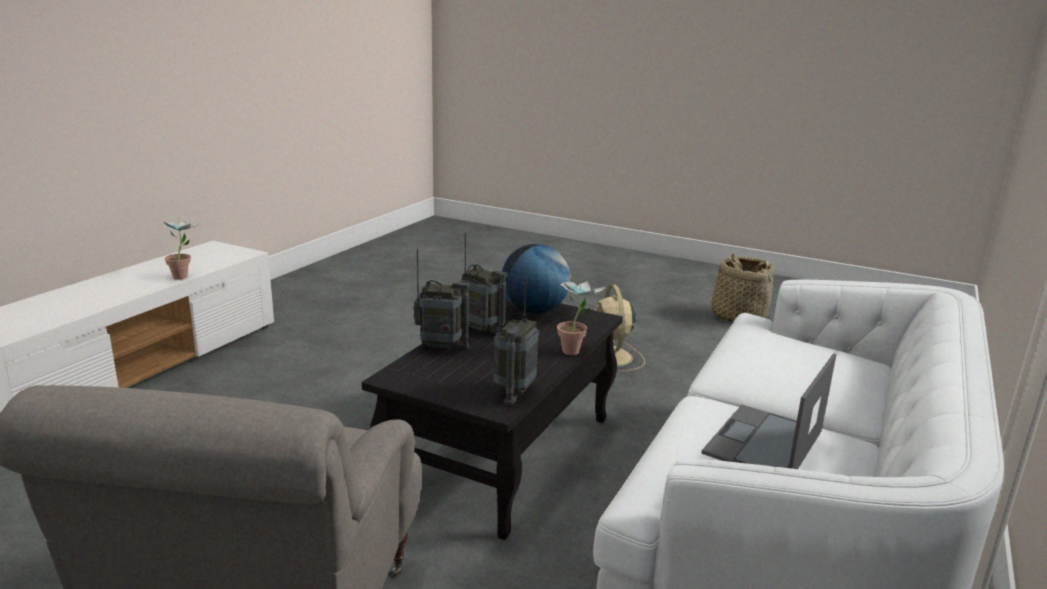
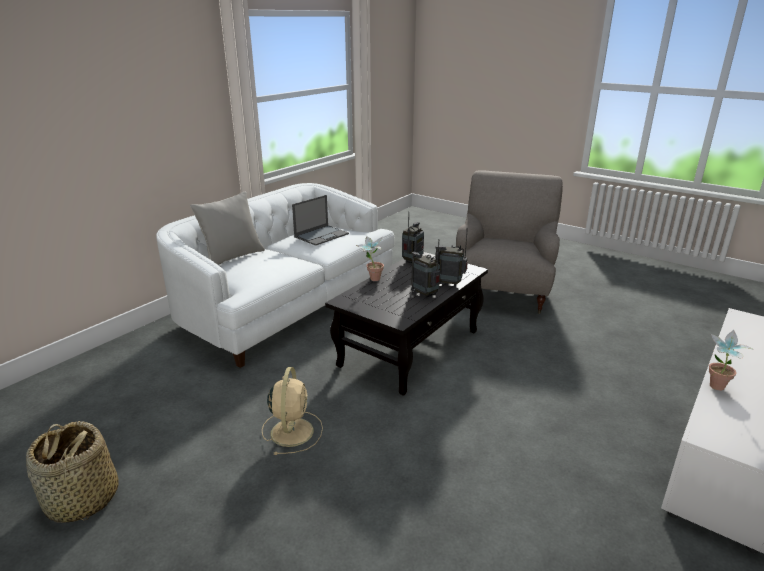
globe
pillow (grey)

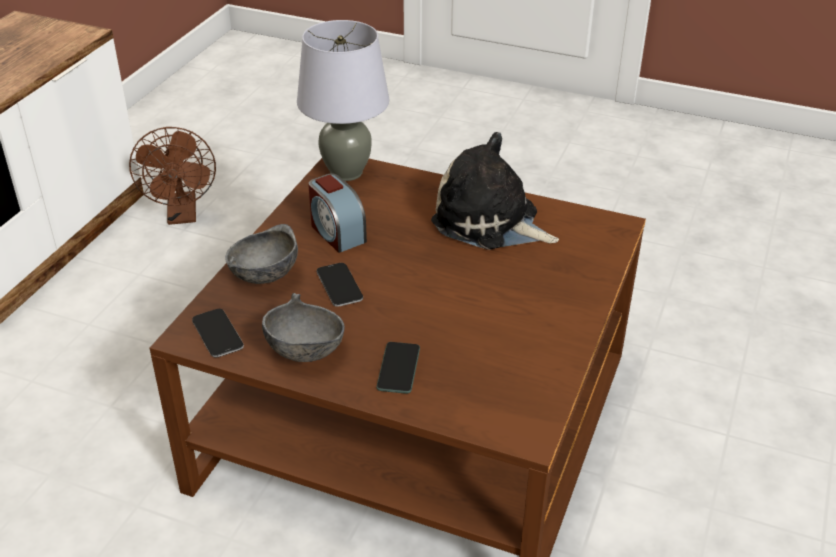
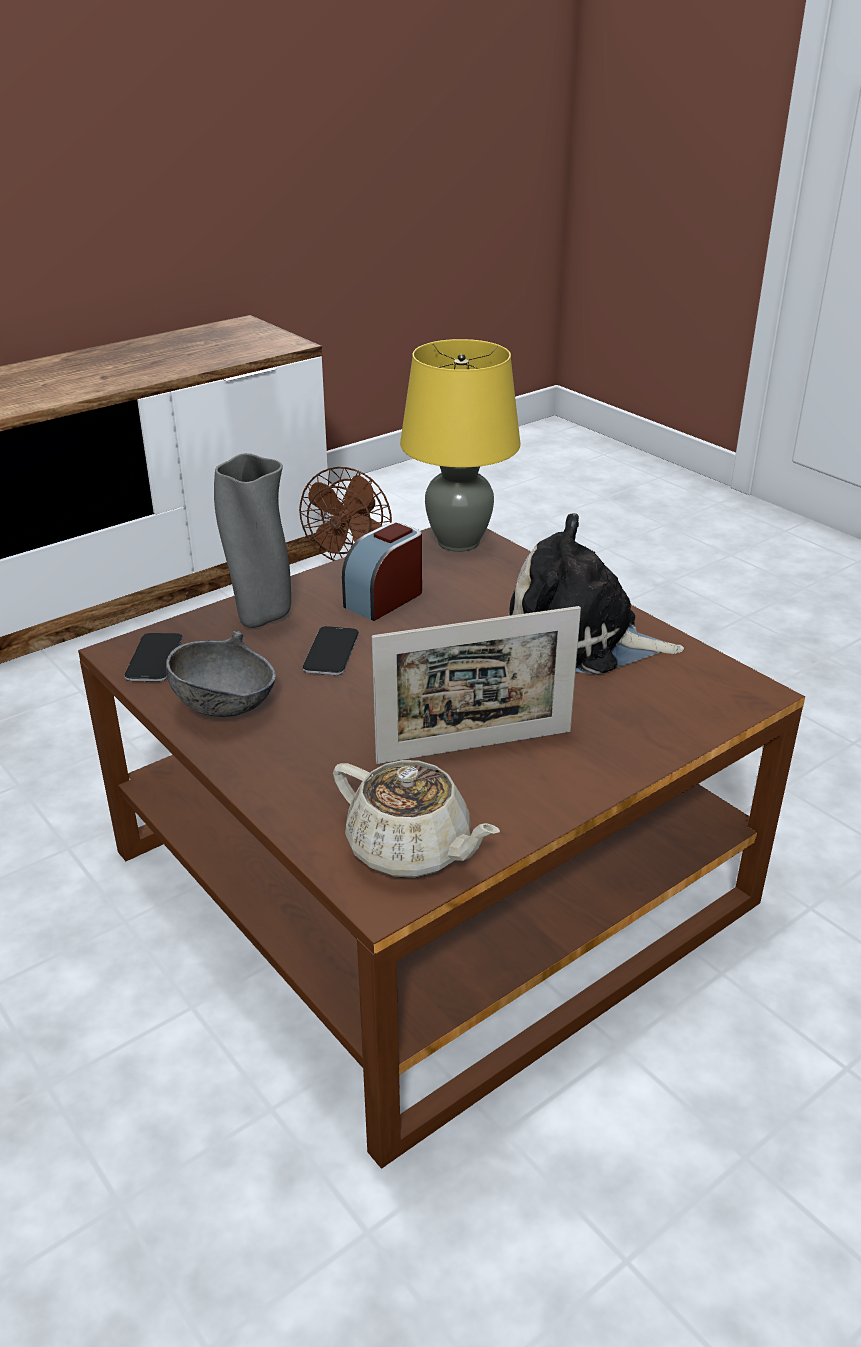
phone (no. 3 from left in the first image)
teapot (beige)
picture frame
vase (grey)
table lamp (yellow)
alarm clock
plush toy

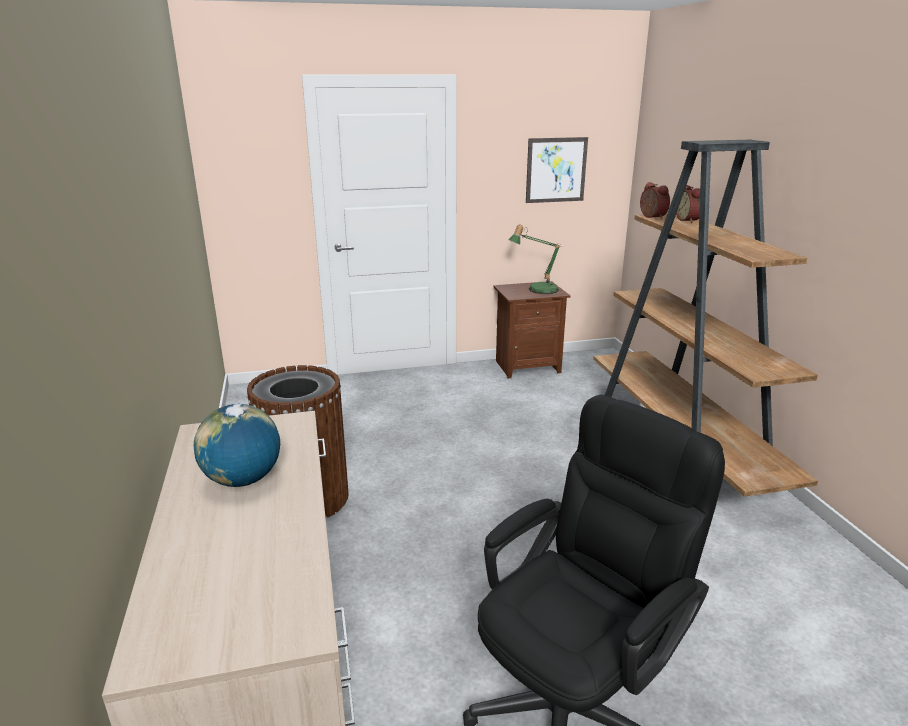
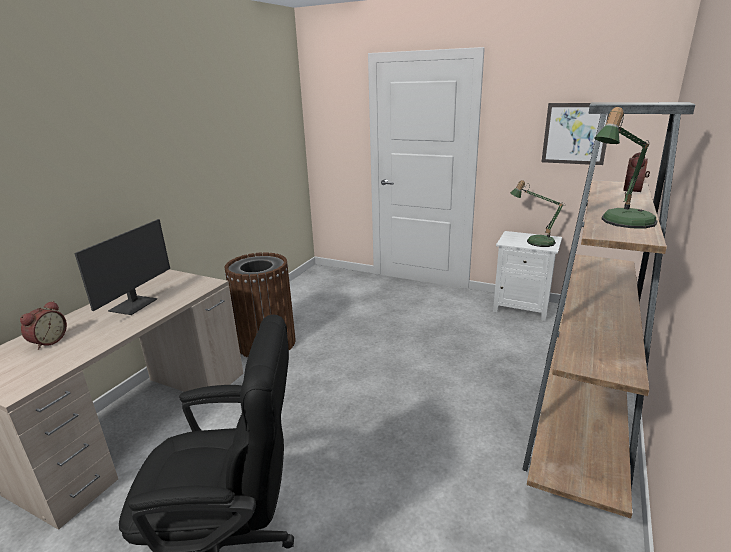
table lamp (no. 2 from left)
alarm clock (no. 1 from left)
monitor
nightstand (white)

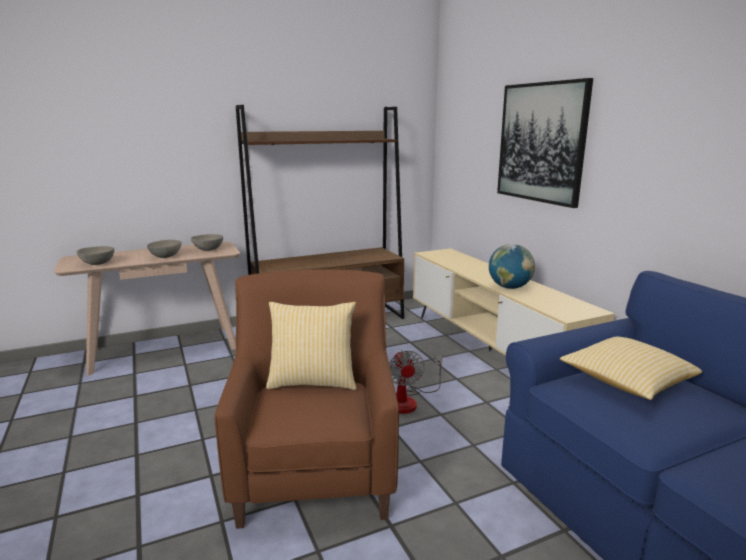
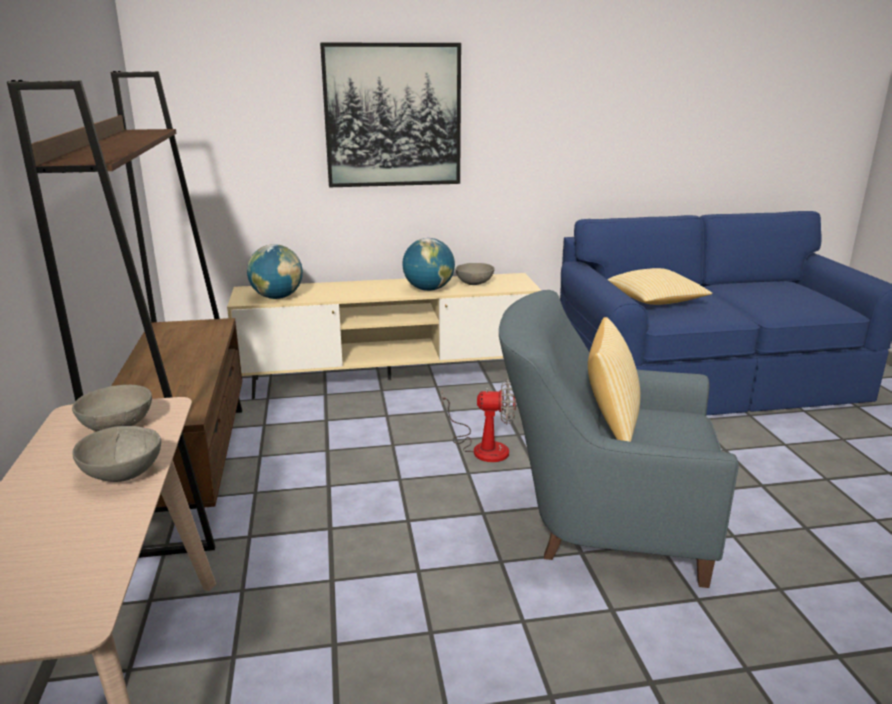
globe (no. 1 from left)
bowl (grey) (no. 3 from left)
armchair (blue)

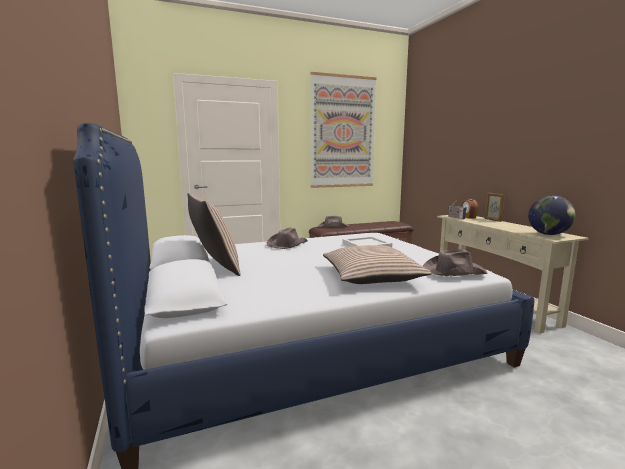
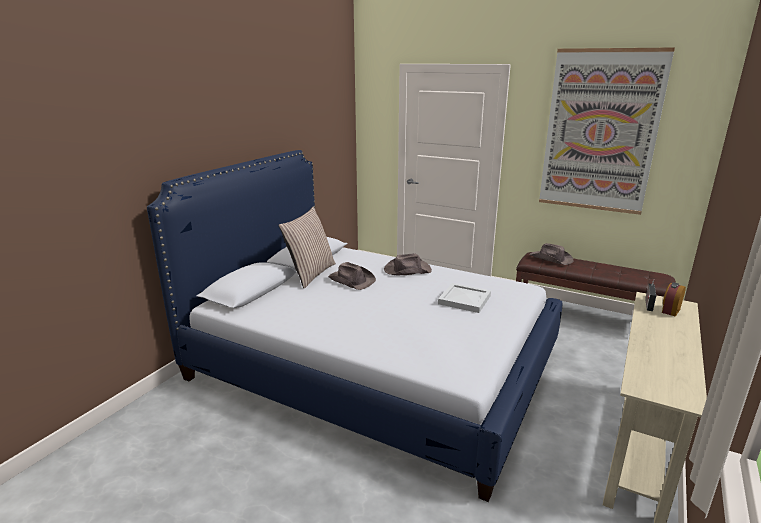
pillow (no. 2 from left in the first image)
picture frame
globe
hat (brown) (no. 1 from left)

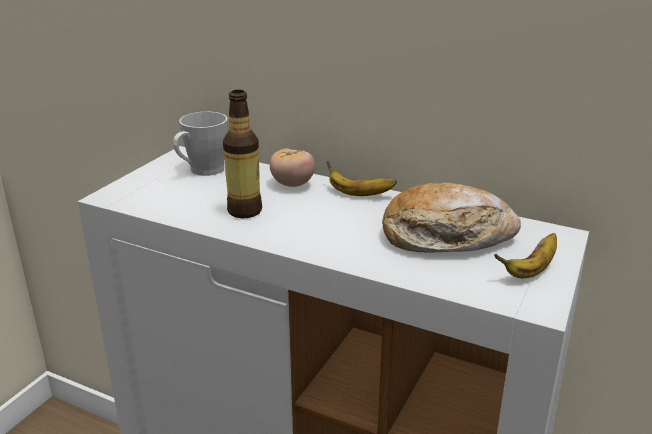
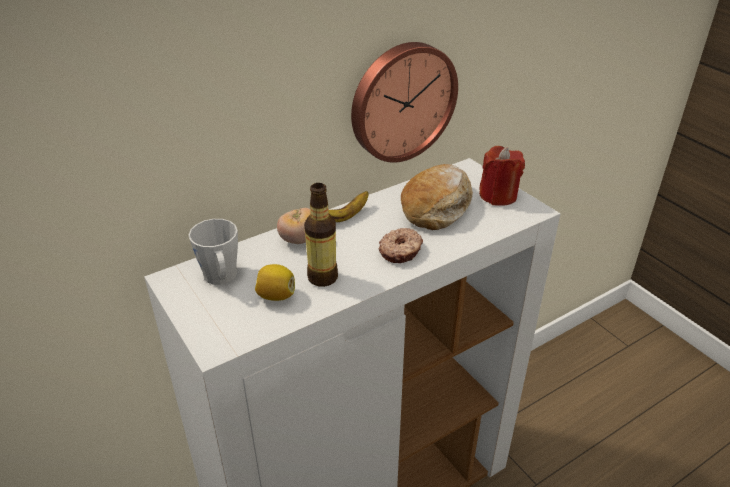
lemon
wall clock
donut
candle (red)

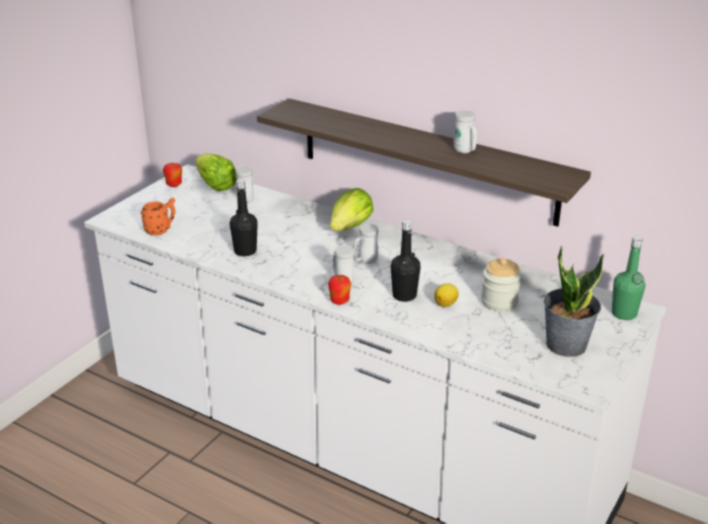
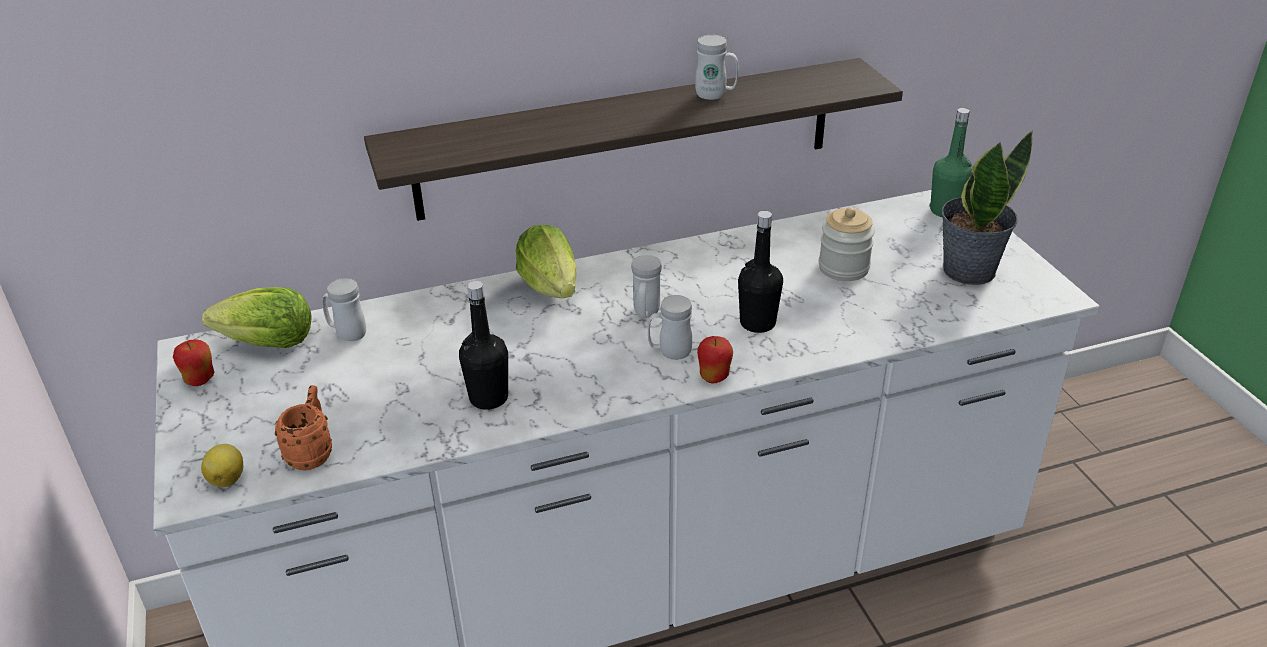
lemon

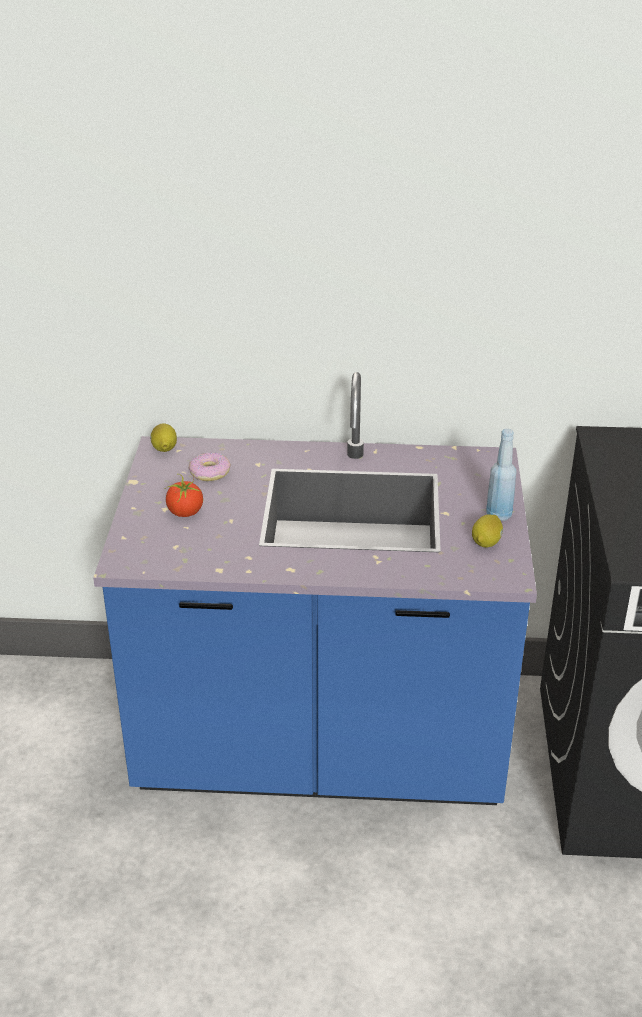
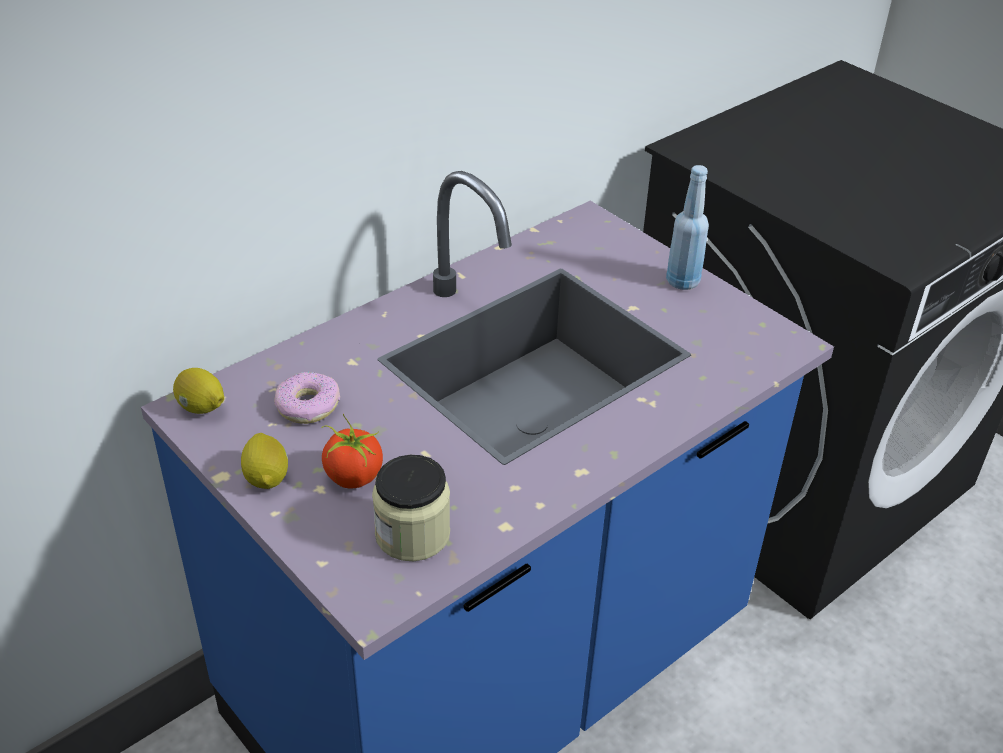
jar
lemon (no. 2 from left)

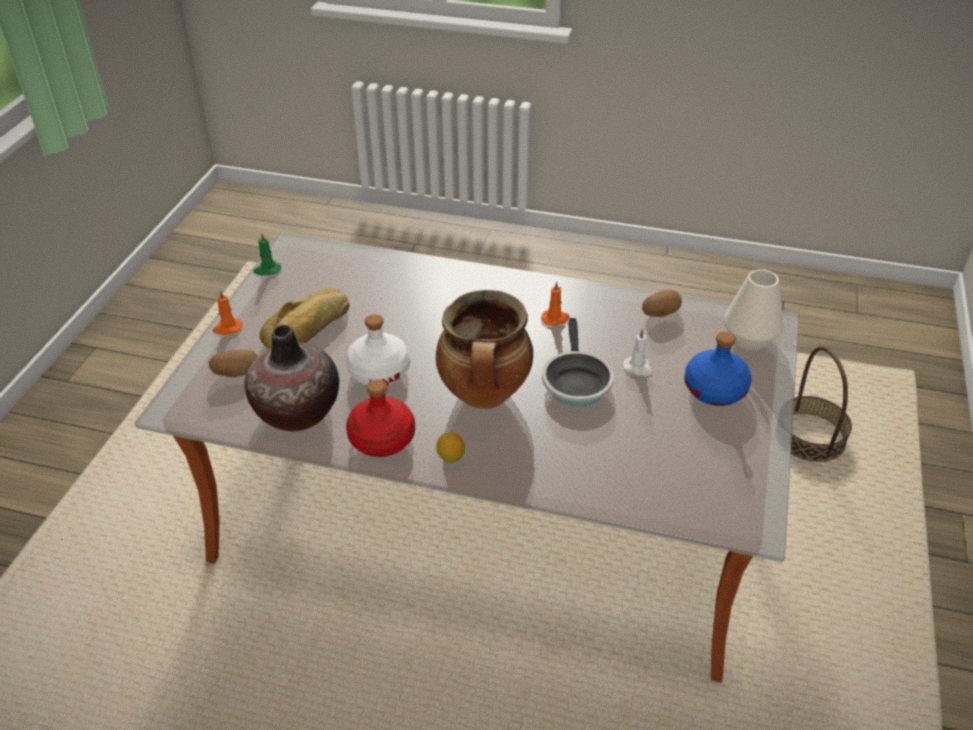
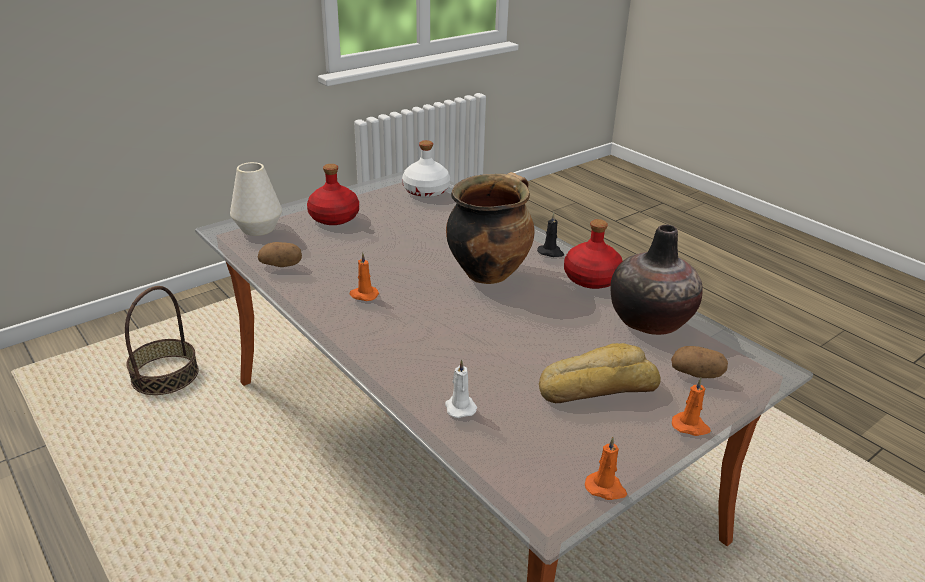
frying pan
bottle (white)
candle (white)
candle (black)
candle (orange) (no. 2 from left)
bottle (red) (no. 1 from left)

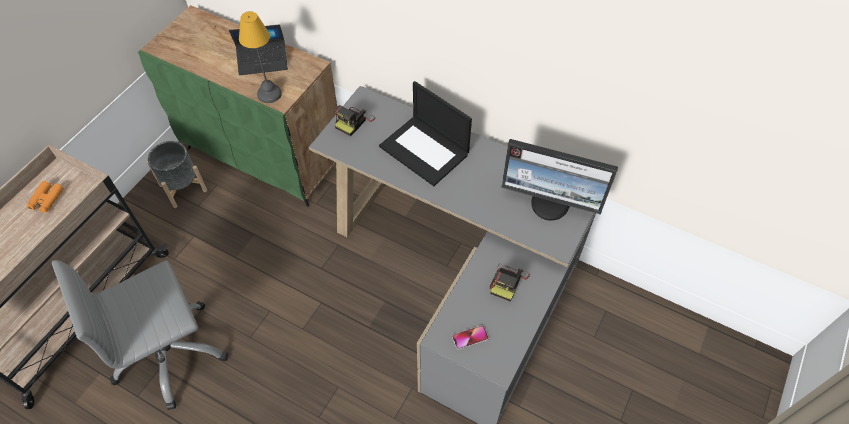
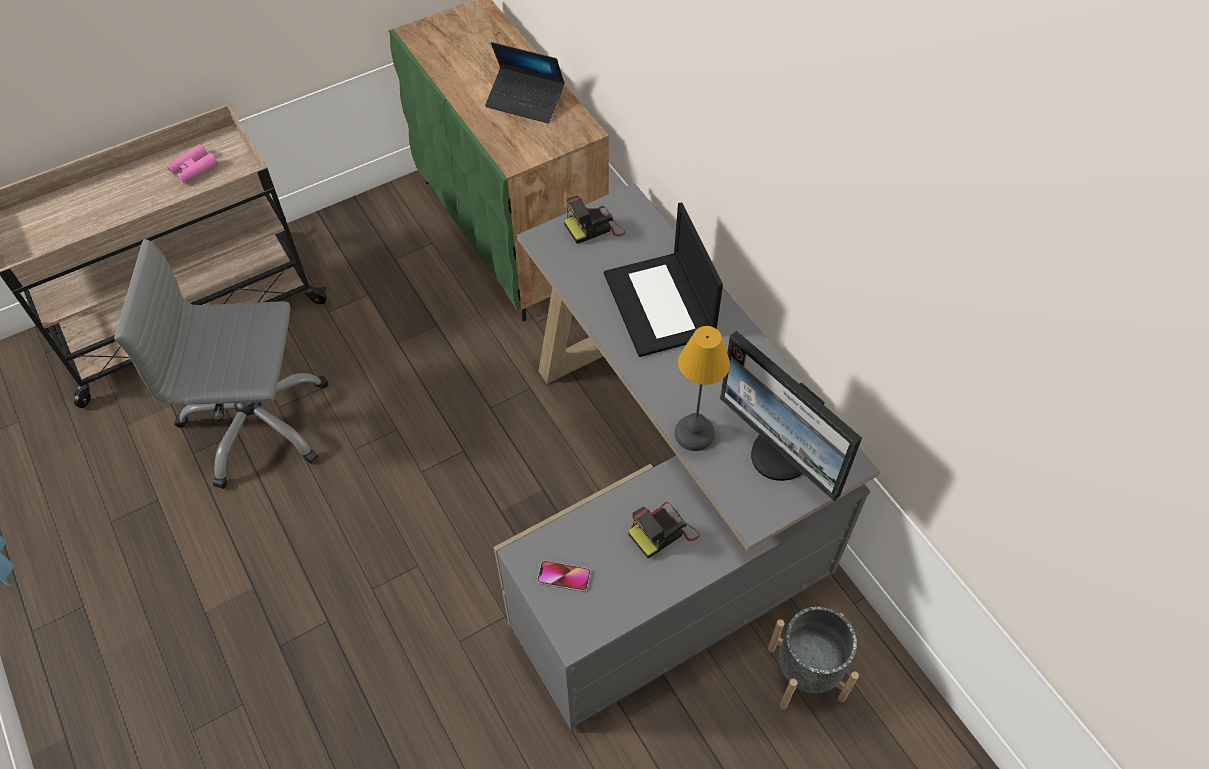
planter (grey)
table lamp
binoculars (pink)

